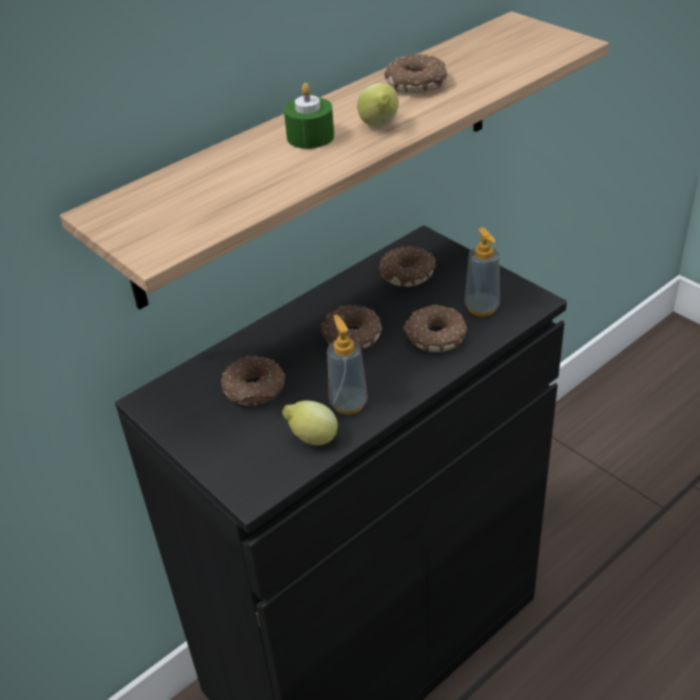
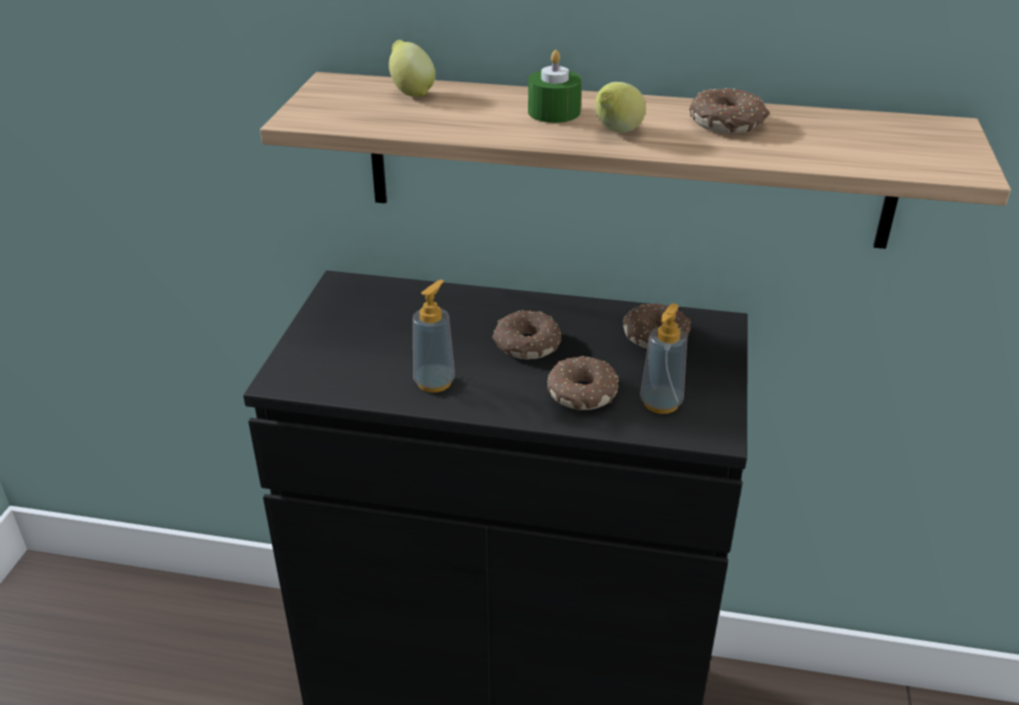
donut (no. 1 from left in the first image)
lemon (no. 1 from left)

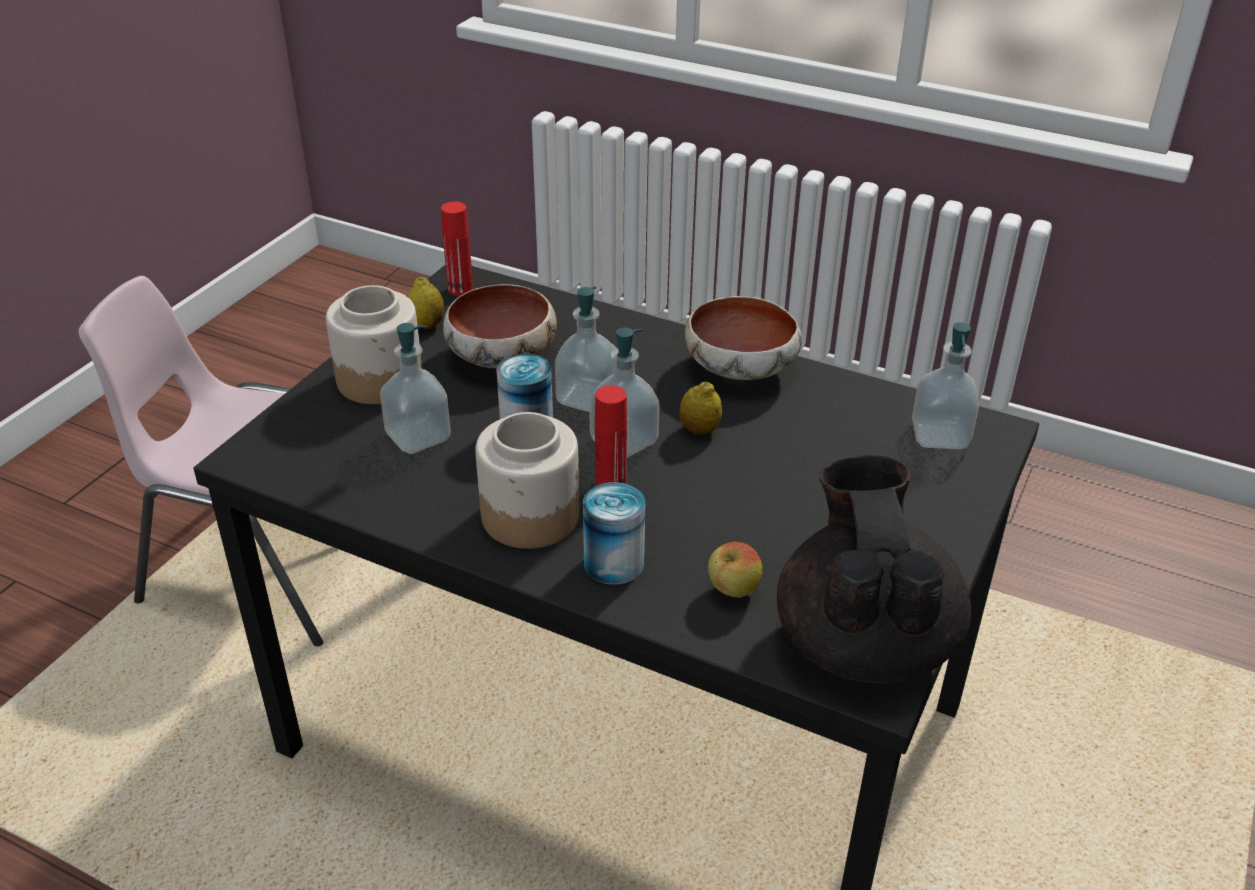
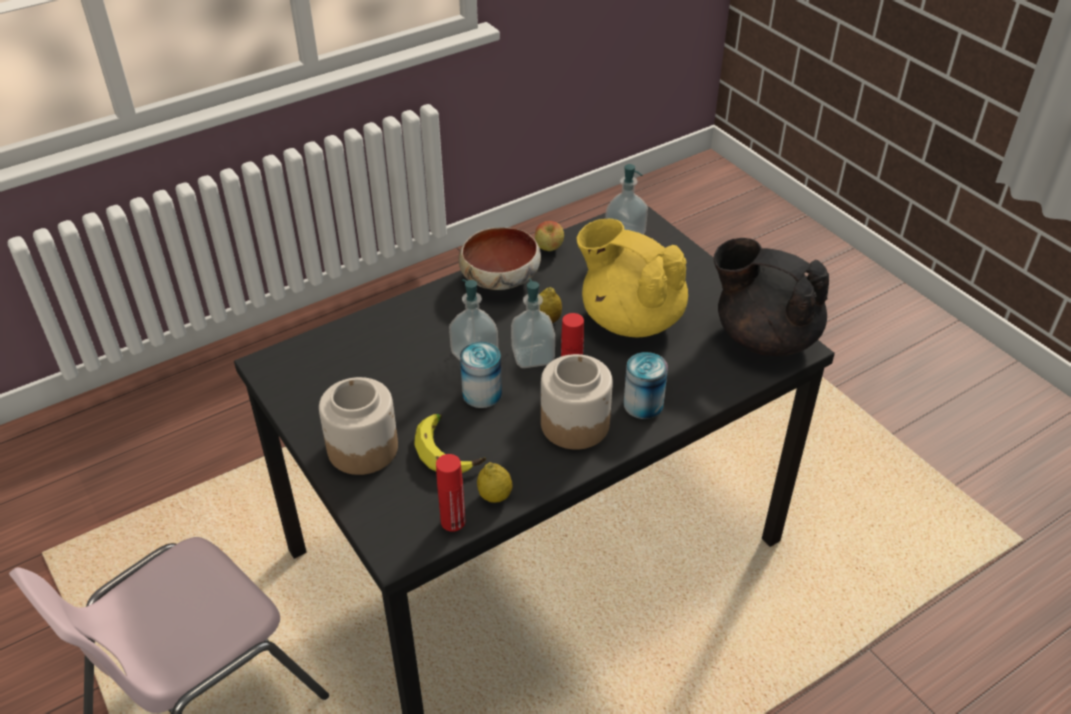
bowl (no. 1 from left in the first image)
teapot (yellow)
lemon (no. 1 from left)
bottle (red) (no. 1 from left)
apple
banana

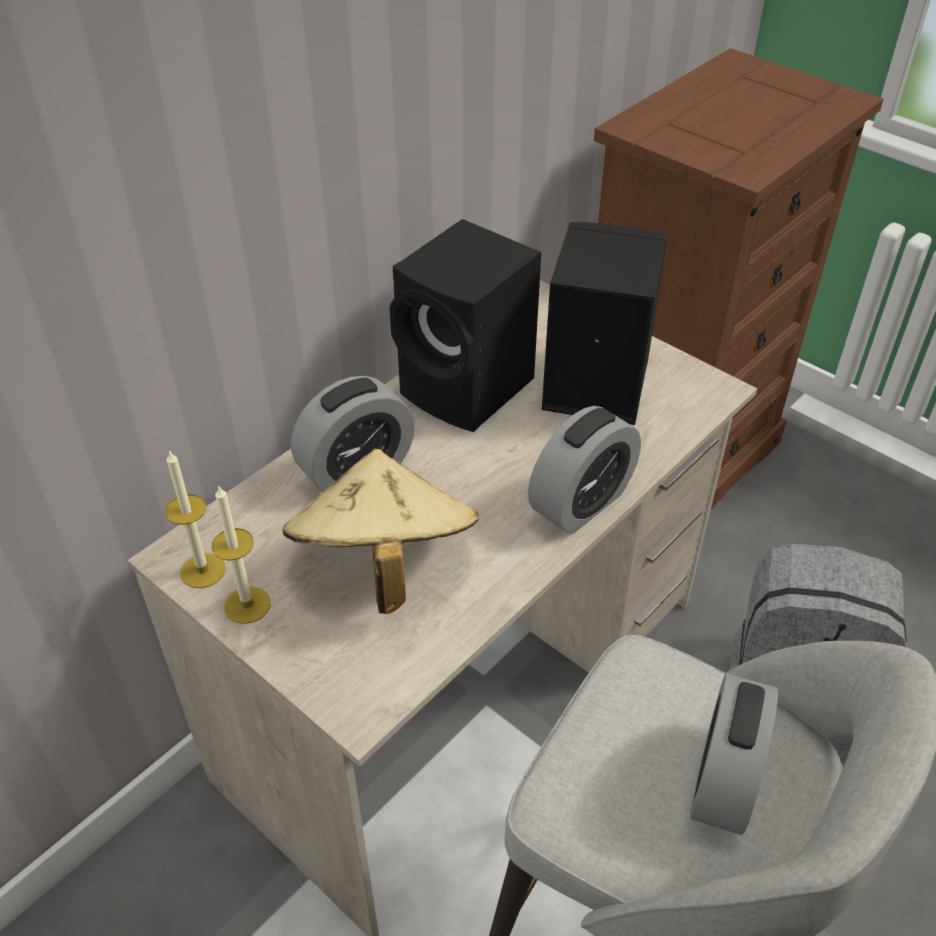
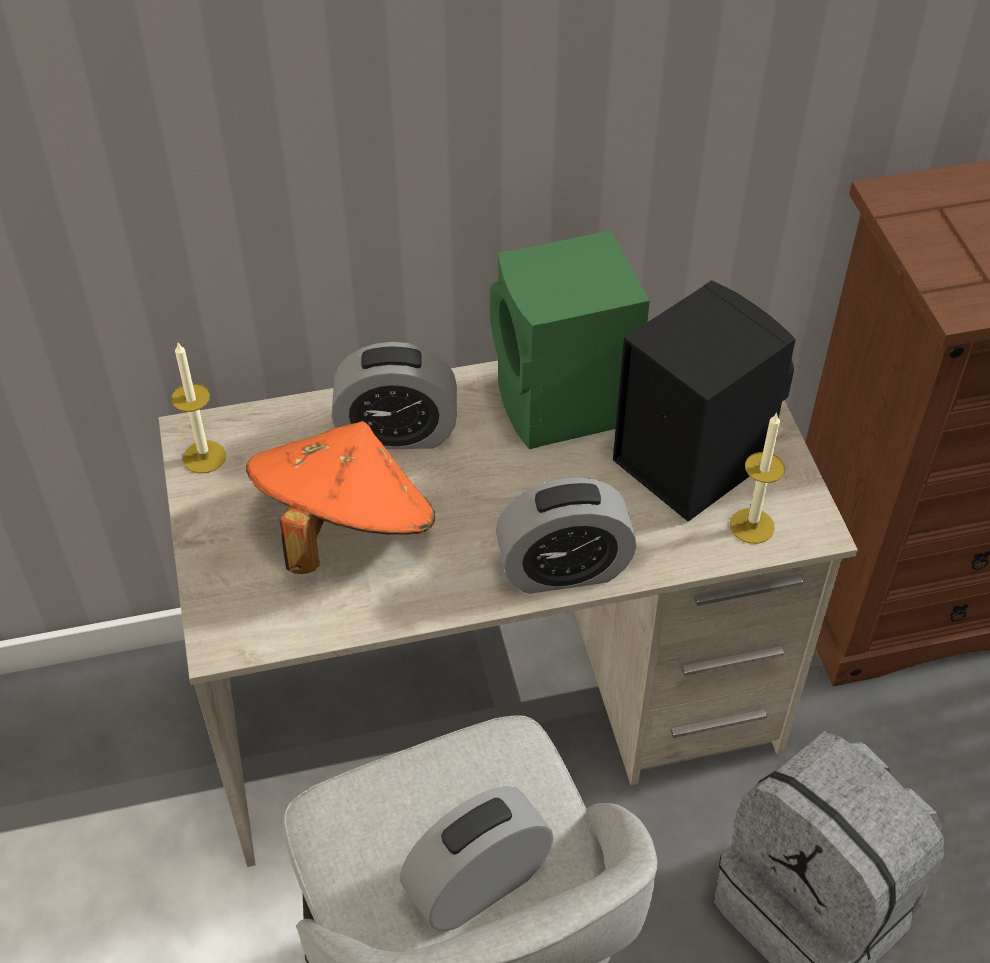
candle (no. 2 from left)
hat (orange)
speaker (green)

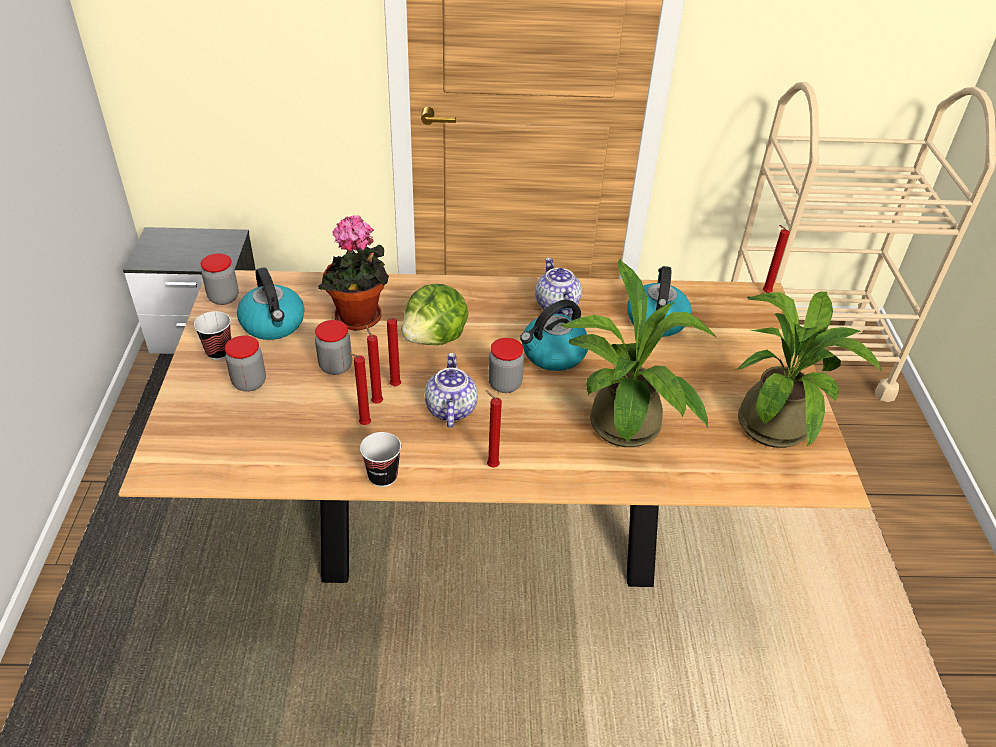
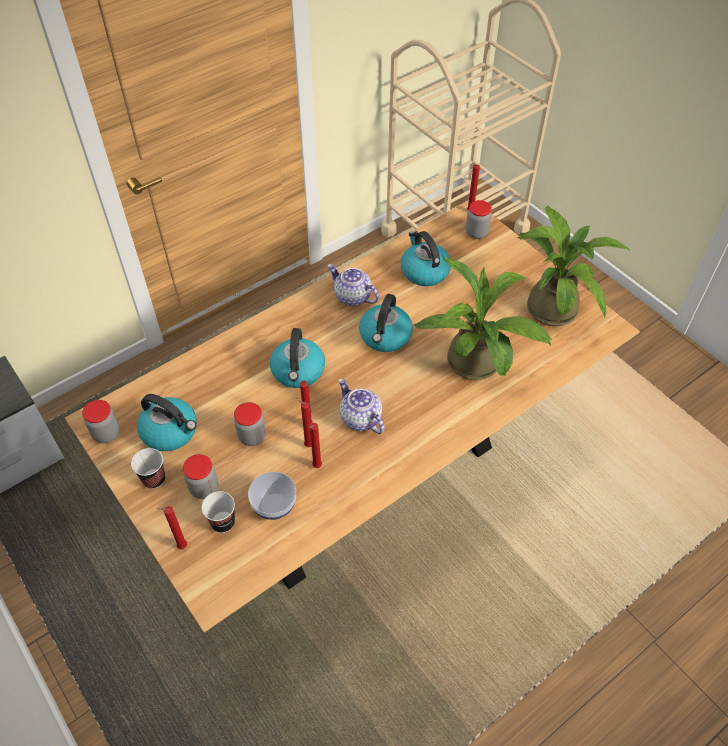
potted plant (no. 1 from left in the first image)
bowl
cup (no. 2 from left)
candle (red) (no. 1 from left)
jar (no. 4 from left)
kettle (no. 2 from left)

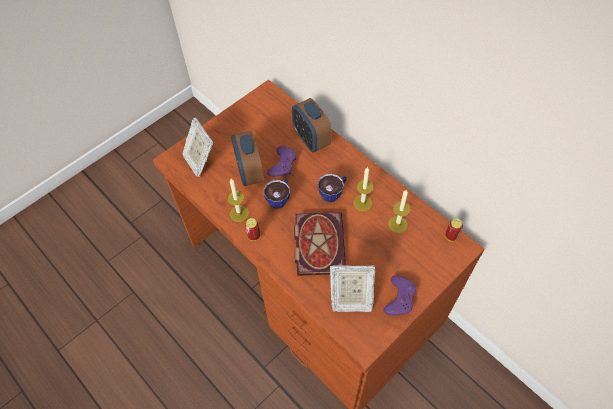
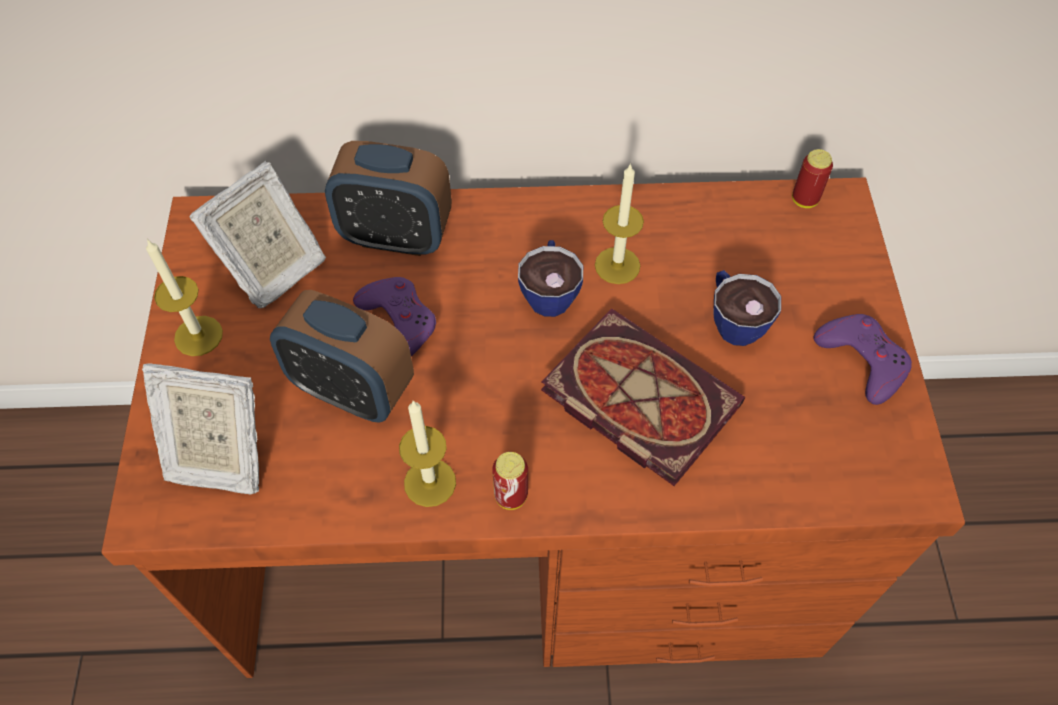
cup (no. 2 from left)
picture frame (no. 2 from left)
candle (no. 1 from left)

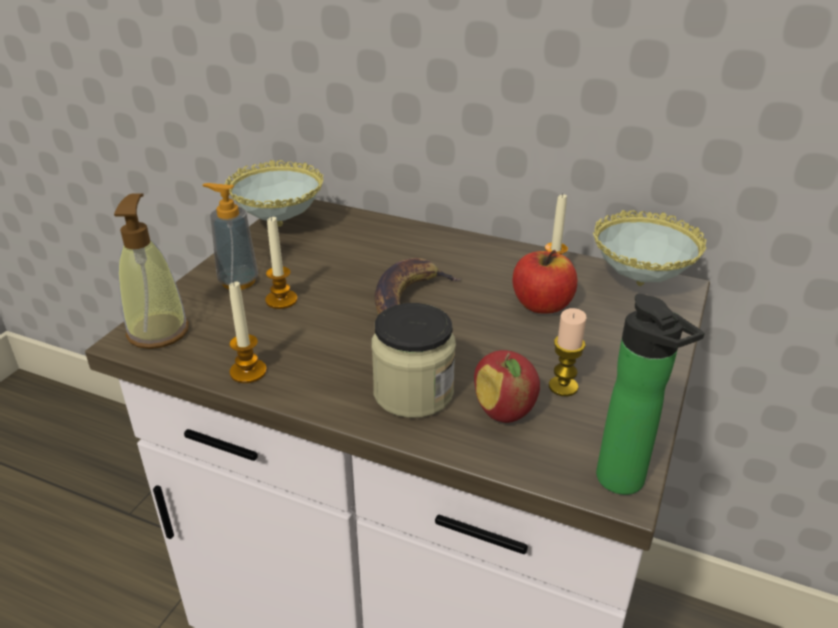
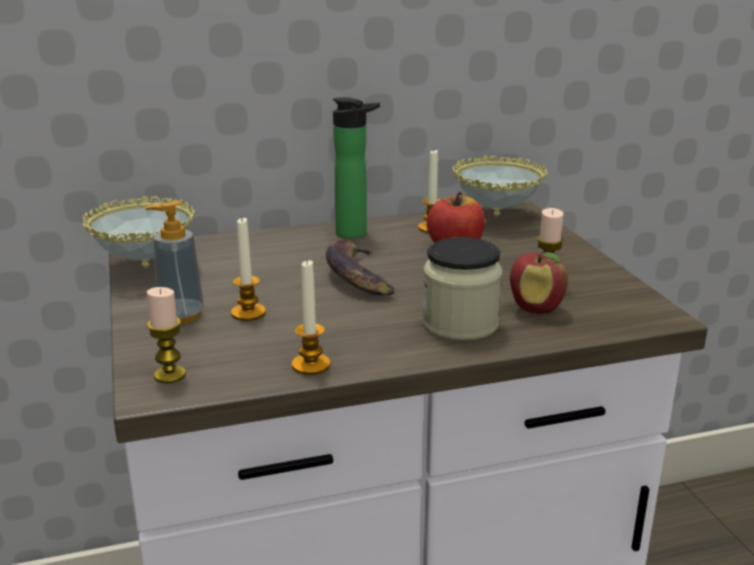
bottle
candle (no. 1 from left)

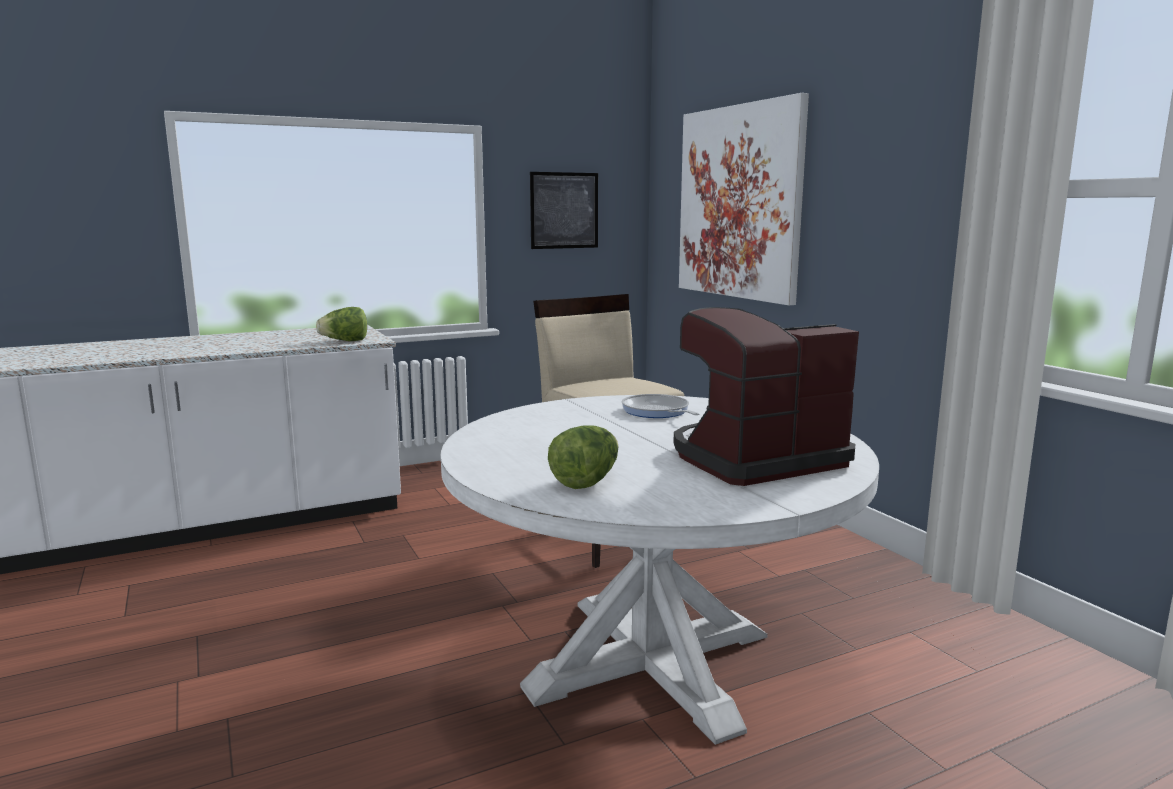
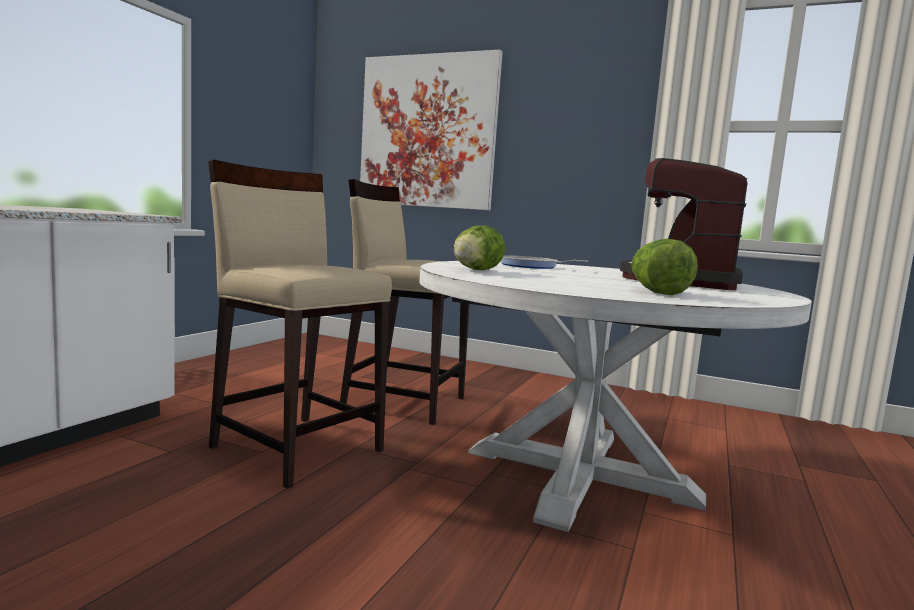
picture (no. 1 from left in the first image)
stool (beige) (no. 1 from left)
lettuce (no. 1 from left)

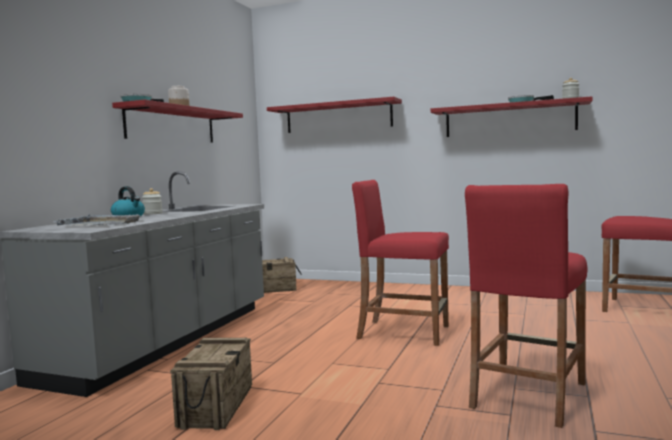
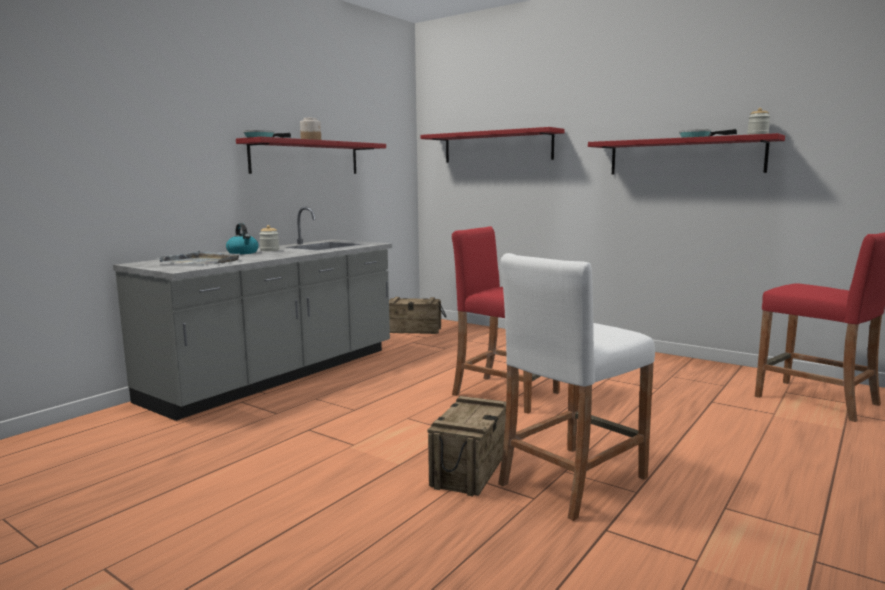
crate (no. 2 from left)
stool (white)

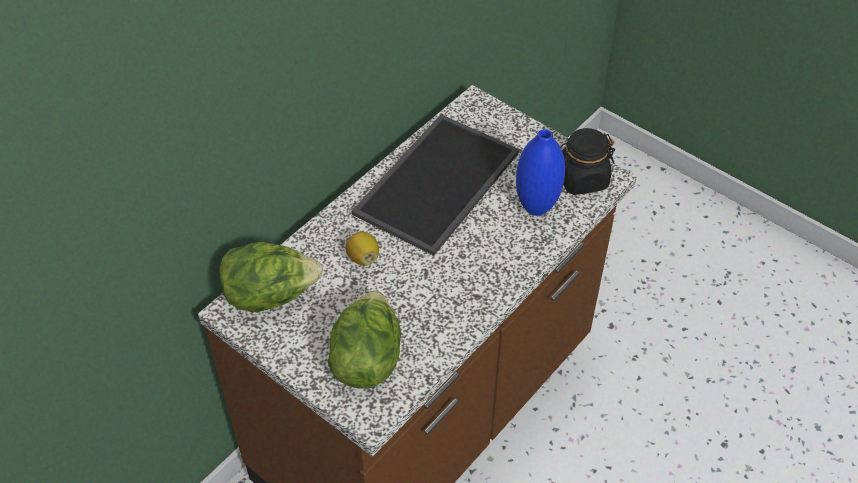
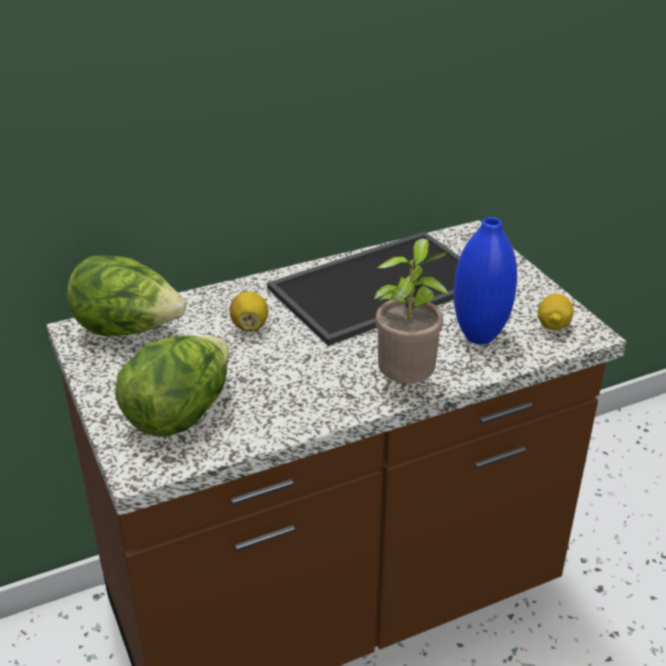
potted plant
lemon (no. 2 from left)

